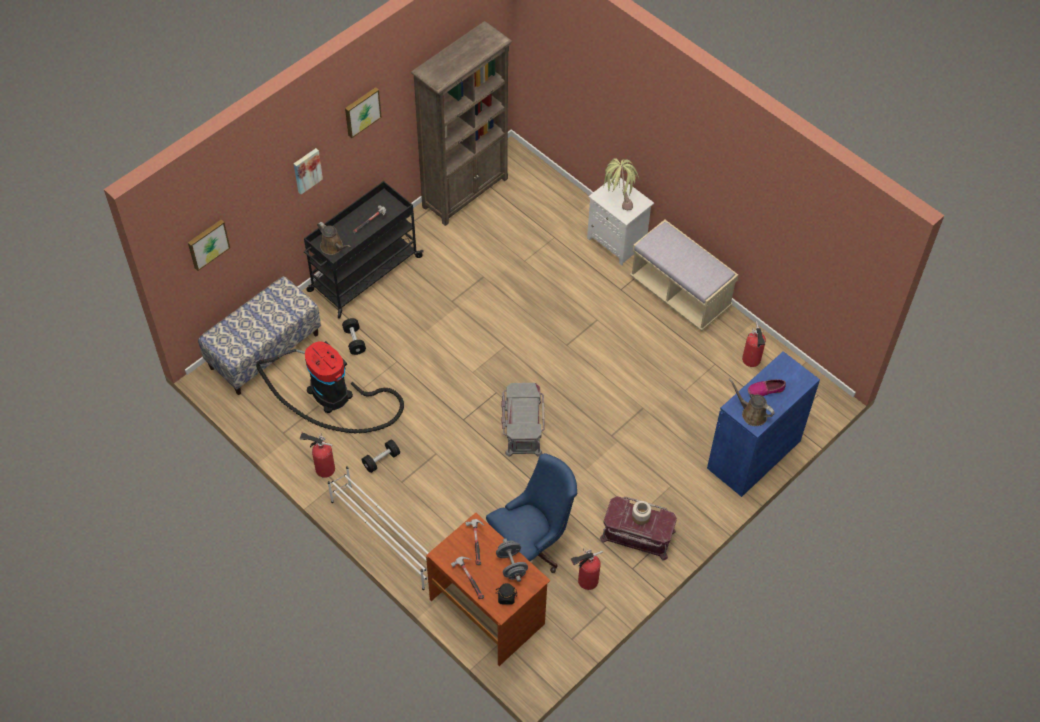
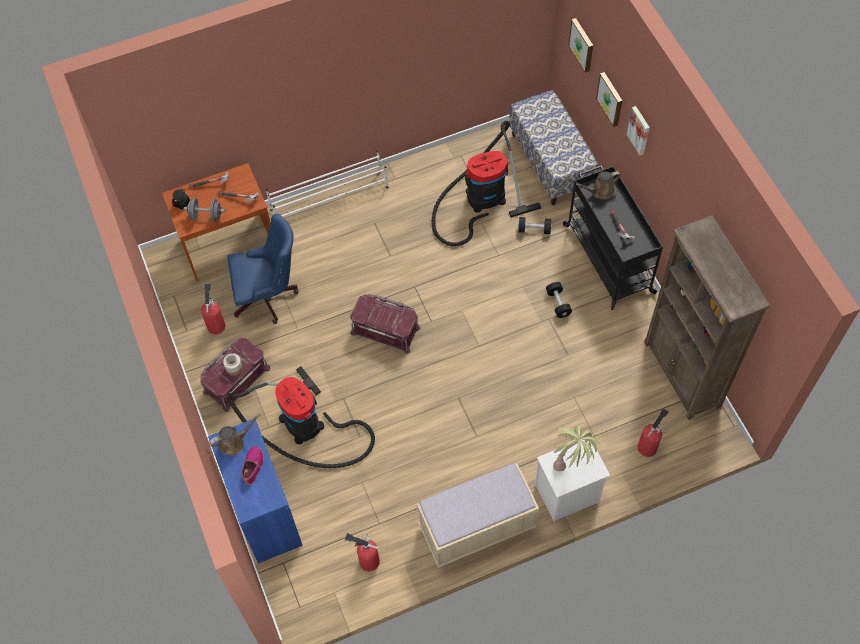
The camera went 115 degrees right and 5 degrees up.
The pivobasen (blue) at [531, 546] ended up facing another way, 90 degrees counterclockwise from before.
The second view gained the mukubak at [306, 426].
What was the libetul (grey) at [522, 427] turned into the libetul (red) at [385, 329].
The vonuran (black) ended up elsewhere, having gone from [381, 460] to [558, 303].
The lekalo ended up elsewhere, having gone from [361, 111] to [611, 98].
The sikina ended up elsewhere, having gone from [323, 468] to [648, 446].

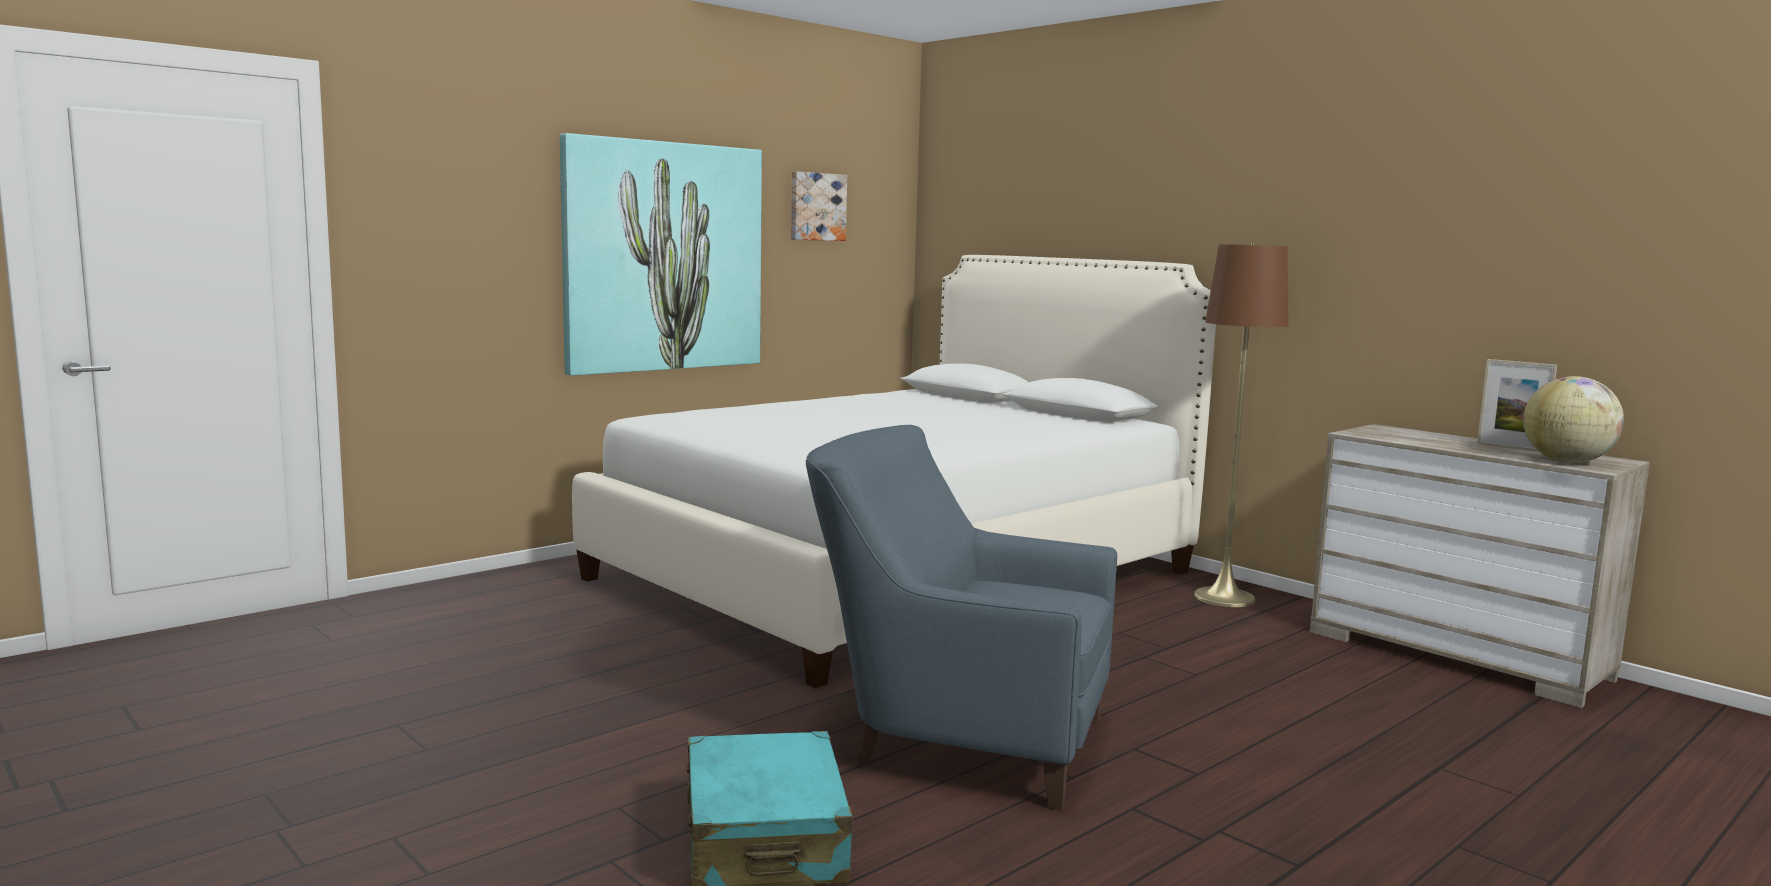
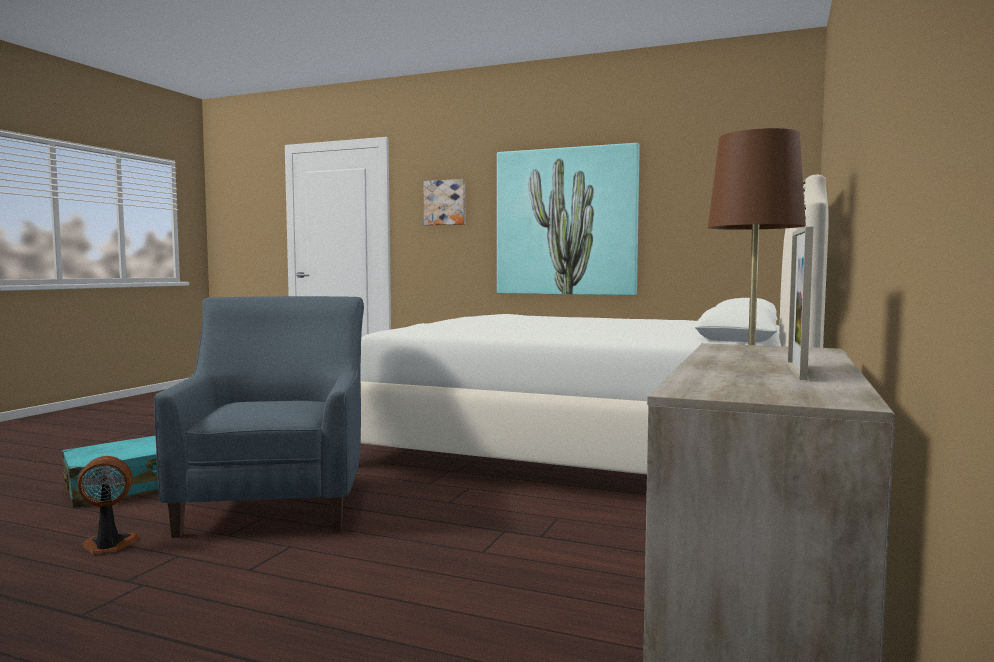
The camera went 65 degrees right and 5 degrees down.
The second view gained the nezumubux at [109, 546].
The lekalo ended up elsewhere, having gone from [816, 206] to [445, 202].
The second view lost the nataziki at [1567, 462].

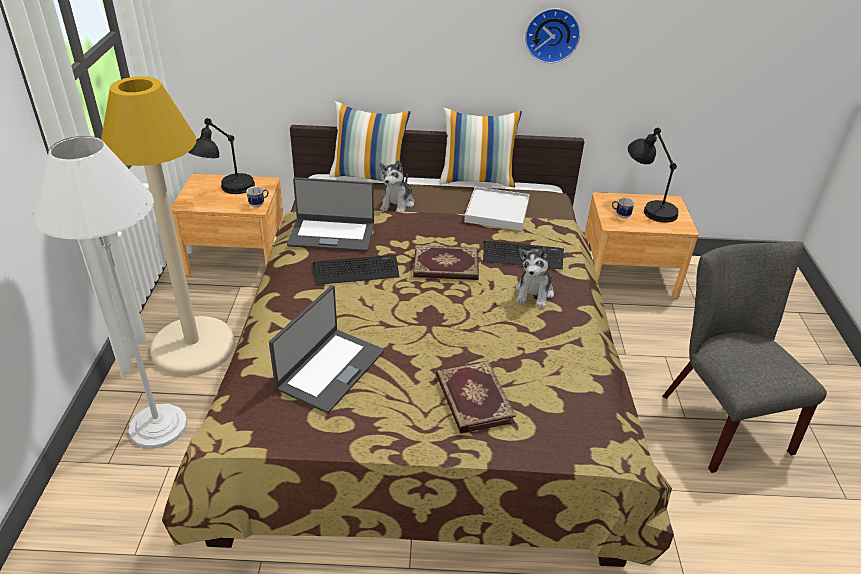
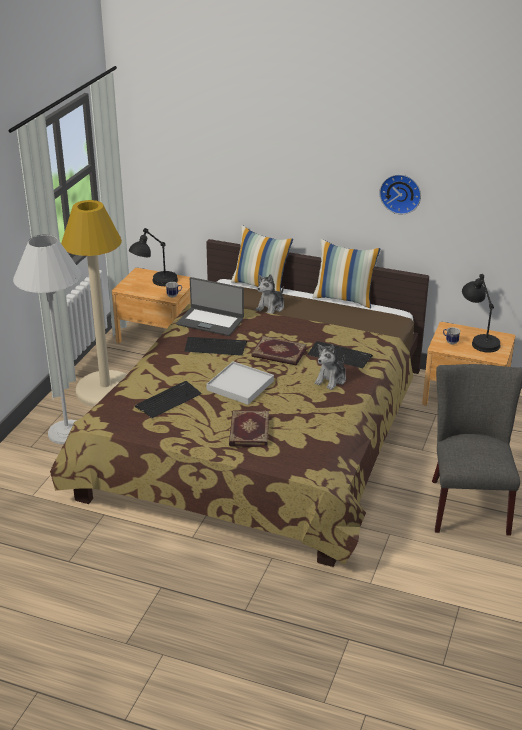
The camera went 20 degrees right and 5 degrees down.
Where the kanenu stood at [330, 369], the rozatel came to stand at [168, 400].
The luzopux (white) ended up elsewhere, having gone from [497, 211] to [240, 385].

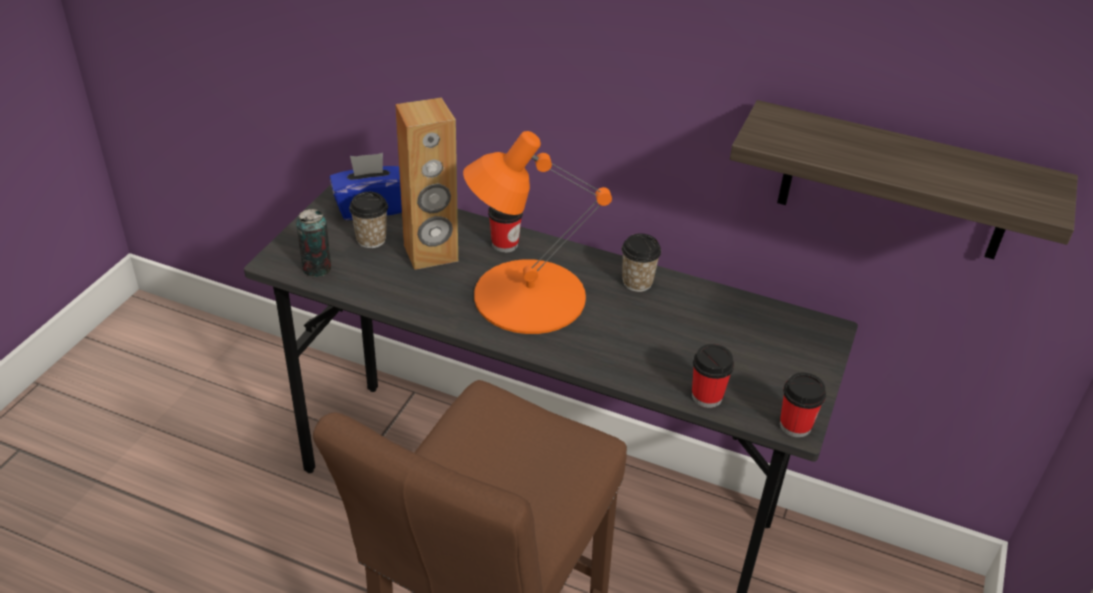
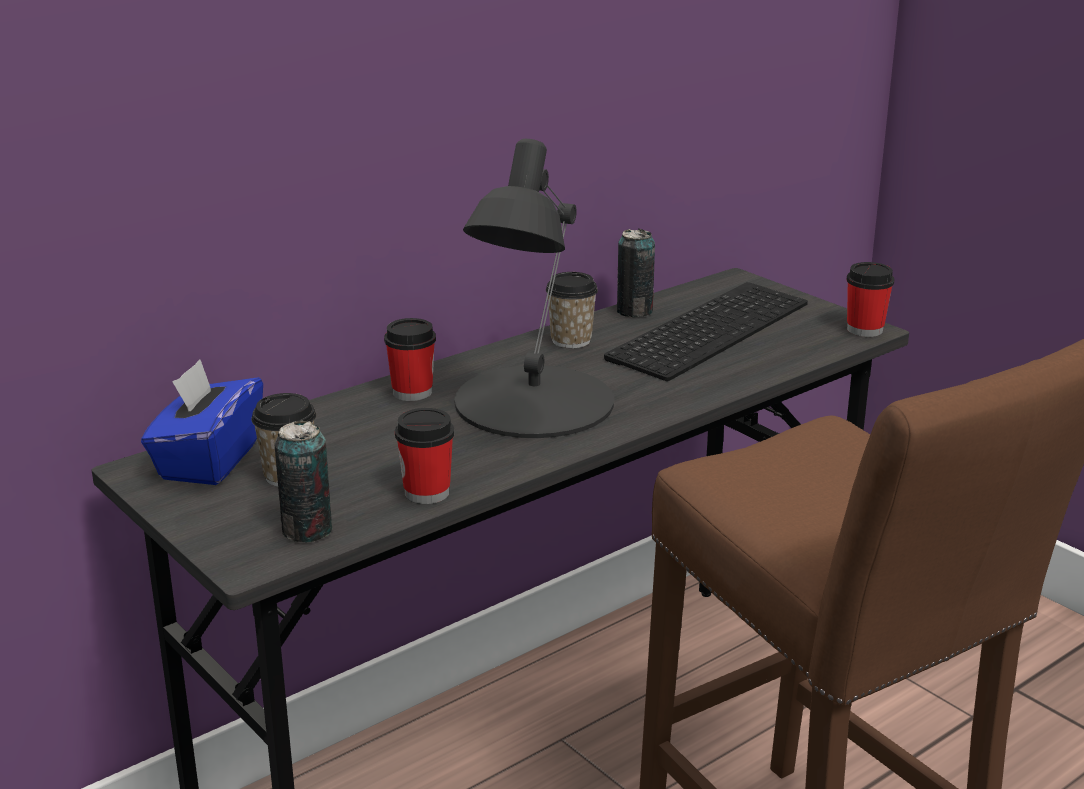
The camera went 60 degrees left and 15 degrees down.
The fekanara ended up elsewhere, having gone from [707, 396] to [427, 492].
What was the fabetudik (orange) at [527, 296] turned into the fabetudik (black) at [532, 403].
The second view gained the rozatel at [707, 328].
The second view gained the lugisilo at [634, 311].
The second view lost the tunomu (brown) at [431, 253].
The second view lost the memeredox at [896, 183].

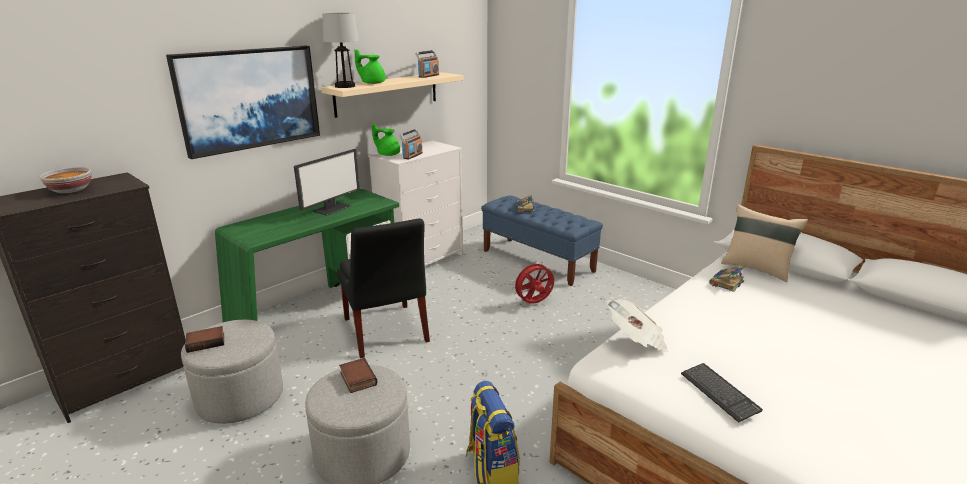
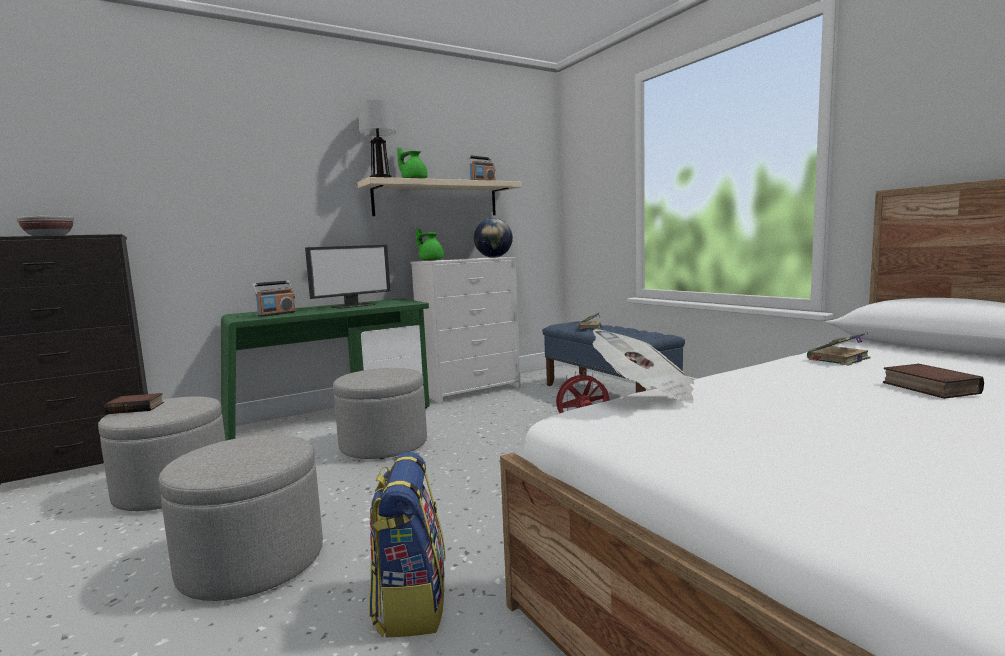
The camera went 15 degrees right and 15 degrees down.
The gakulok ended up elsewhere, having gone from [412, 156] to [276, 314].
Where the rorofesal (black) stood at [385, 332], the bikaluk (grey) came to stand at [383, 445].
The second view gained the nataziki at [494, 257].
The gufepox ended up elsewhere, having gone from [356, 378] to [927, 388].
The second view lost the lekalo at [249, 99].
The second view lost the rozatel at [719, 393].
The second view lost the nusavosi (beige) at [756, 268].

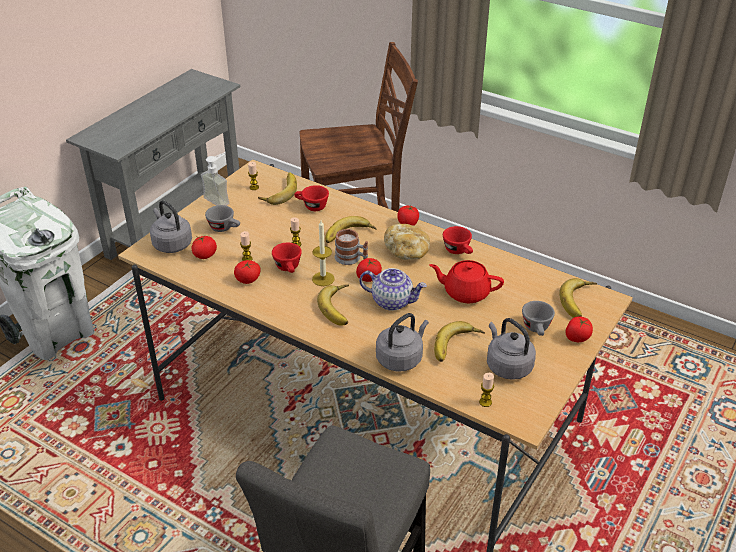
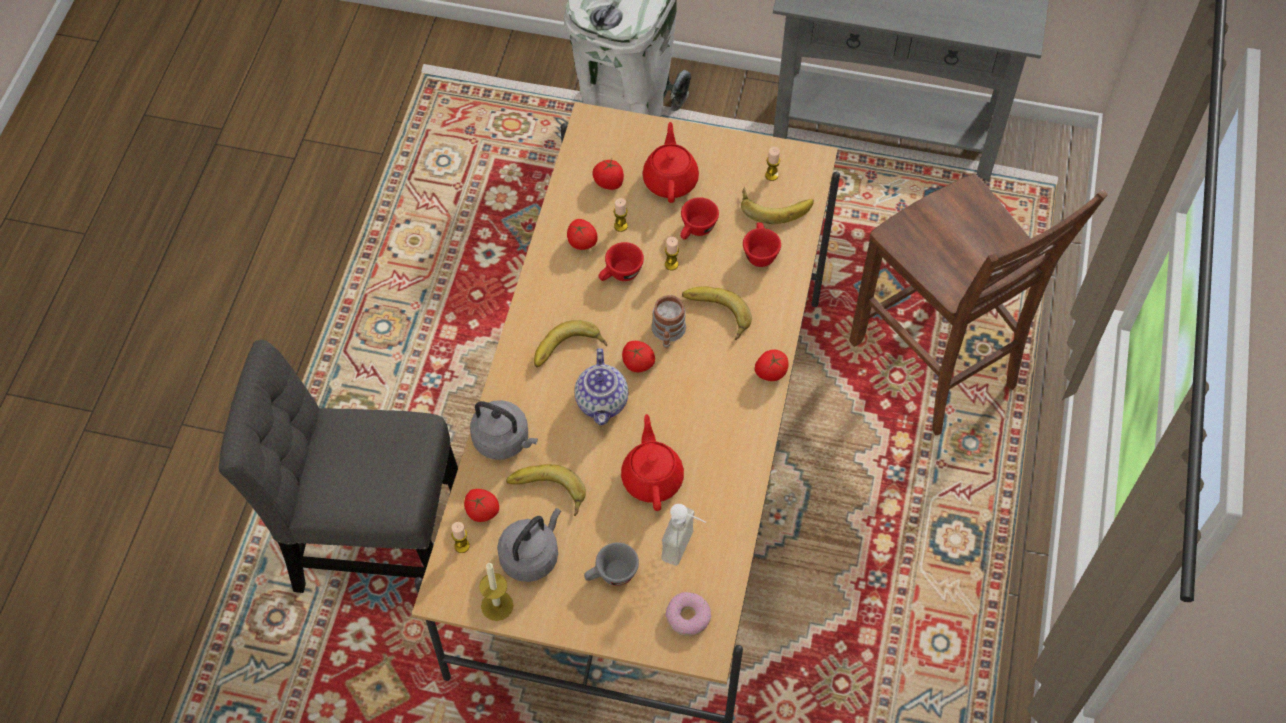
The camera went 70 degrees right and 20 degrees up.
The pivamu ended up elsewhere, having gone from [577, 337] to [481, 511].
The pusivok ended up elsewhere, having gone from [323, 279] to [497, 605].
Where the fekanara (grey) stood at [225, 228], the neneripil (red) came to stand at [670, 180].
The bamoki ended up elsewhere, having gone from [221, 198] to [686, 548].
Where the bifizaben stood at [580, 302], the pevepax came to stand at [688, 617].
The fekanara (red) ended up elsewhere, having gone from [459, 251] to [696, 230].
The second view lost the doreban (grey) at [171, 244].
The second view lost the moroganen at [407, 251].

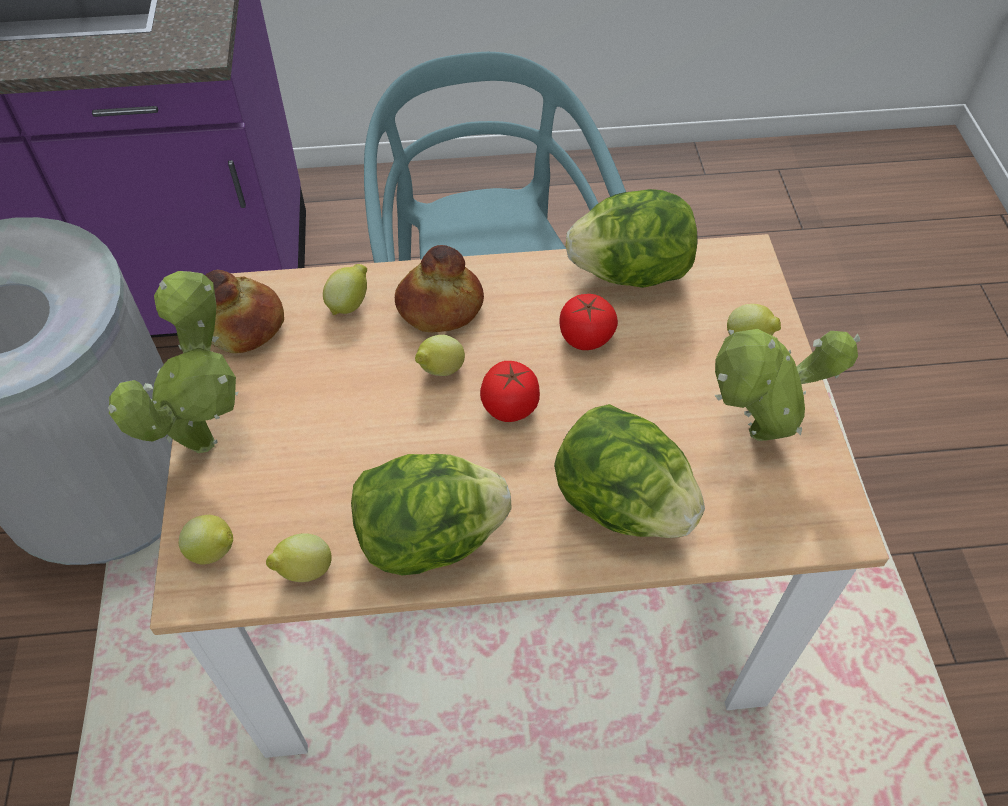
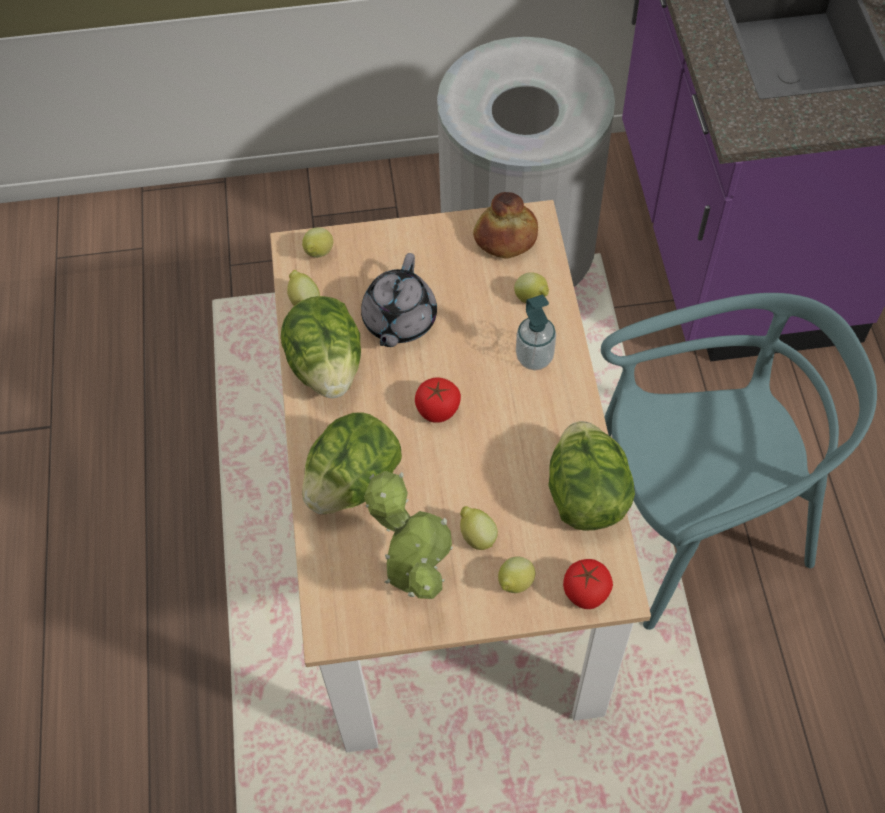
The camera went 90 degrees right and 5 degrees up.
The second view gained the neneripil (grey) at [399, 321].
The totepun ended up elsewhere, having gone from [440, 371] to [477, 536].
Where the moroganen stood at [439, 306], the bamoki came to stand at [534, 357].
The pivamu ended up elsewhere, having gone from [586, 337] to [585, 591].
The second view lost the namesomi at [206, 435].

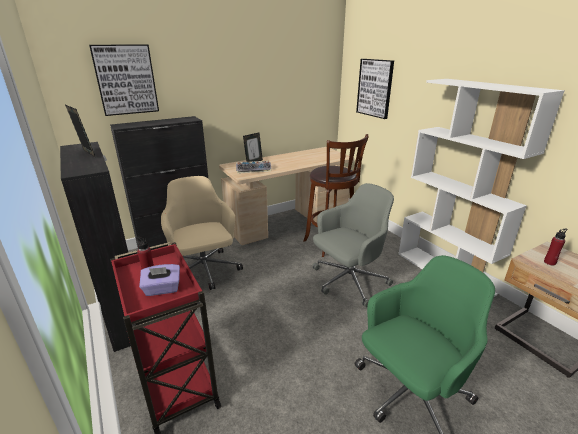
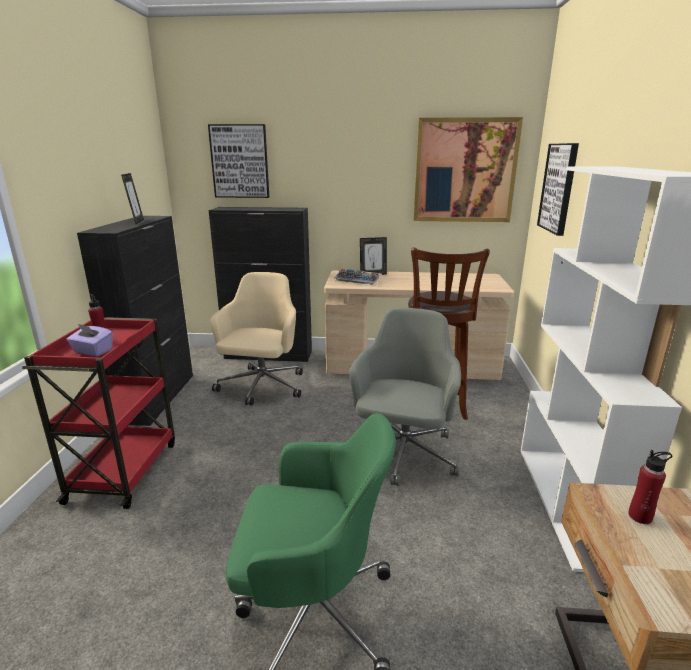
The camera went 35 degrees right and 5 degrees down.
The pivobasen (grey) at [348, 281] ended up facing another way, 75 degrees counterclockwise from before.
The second view gained the lekalo at [465, 171].

